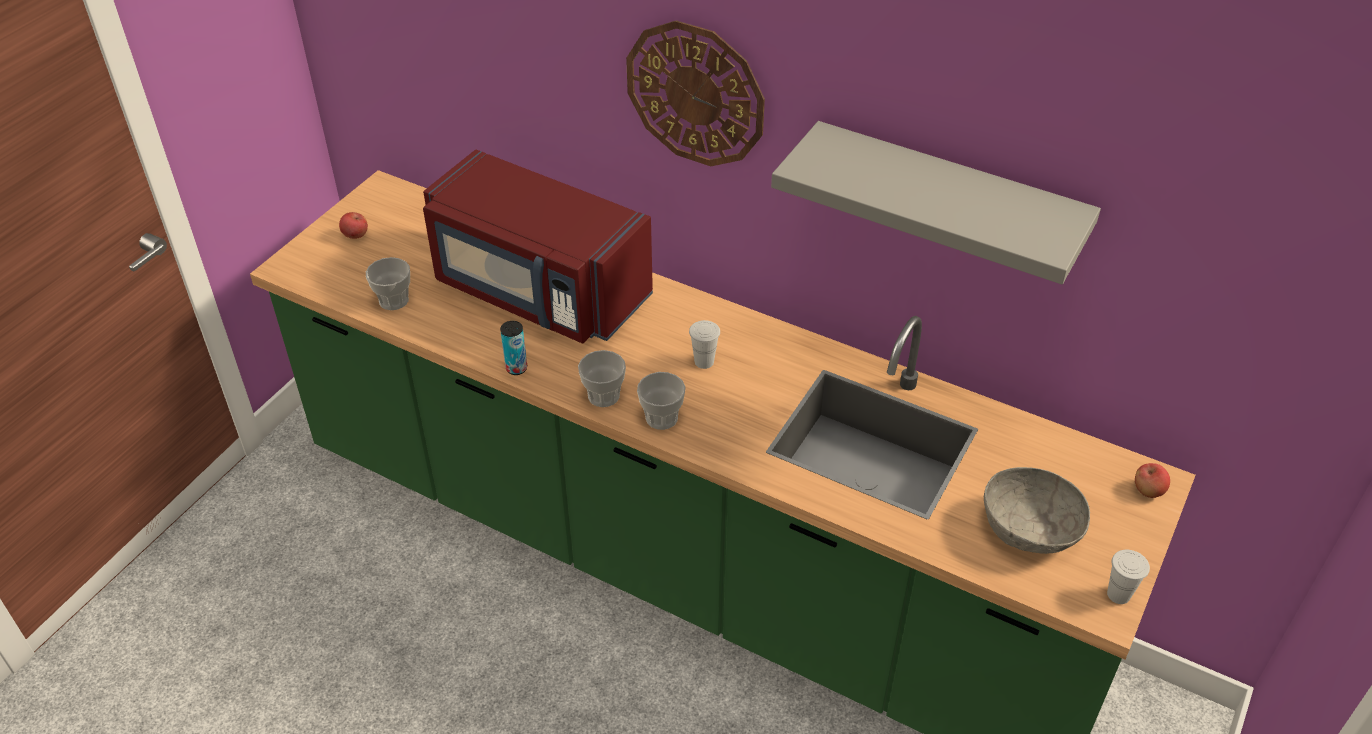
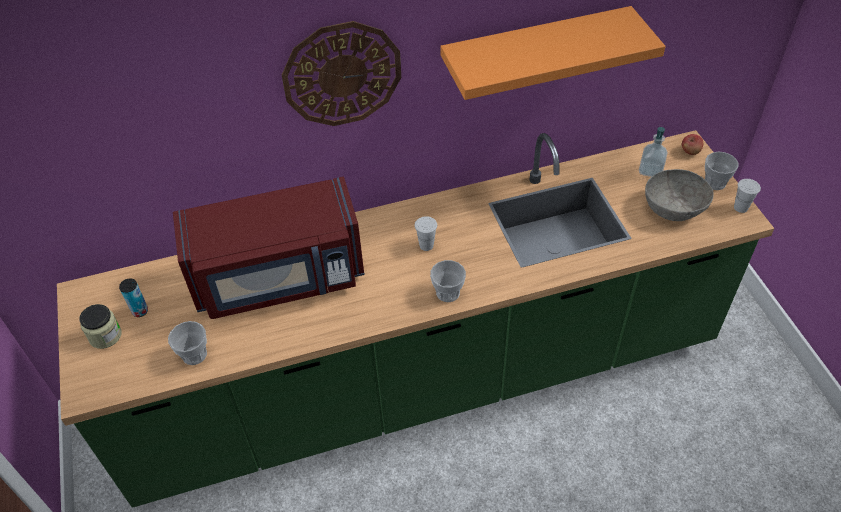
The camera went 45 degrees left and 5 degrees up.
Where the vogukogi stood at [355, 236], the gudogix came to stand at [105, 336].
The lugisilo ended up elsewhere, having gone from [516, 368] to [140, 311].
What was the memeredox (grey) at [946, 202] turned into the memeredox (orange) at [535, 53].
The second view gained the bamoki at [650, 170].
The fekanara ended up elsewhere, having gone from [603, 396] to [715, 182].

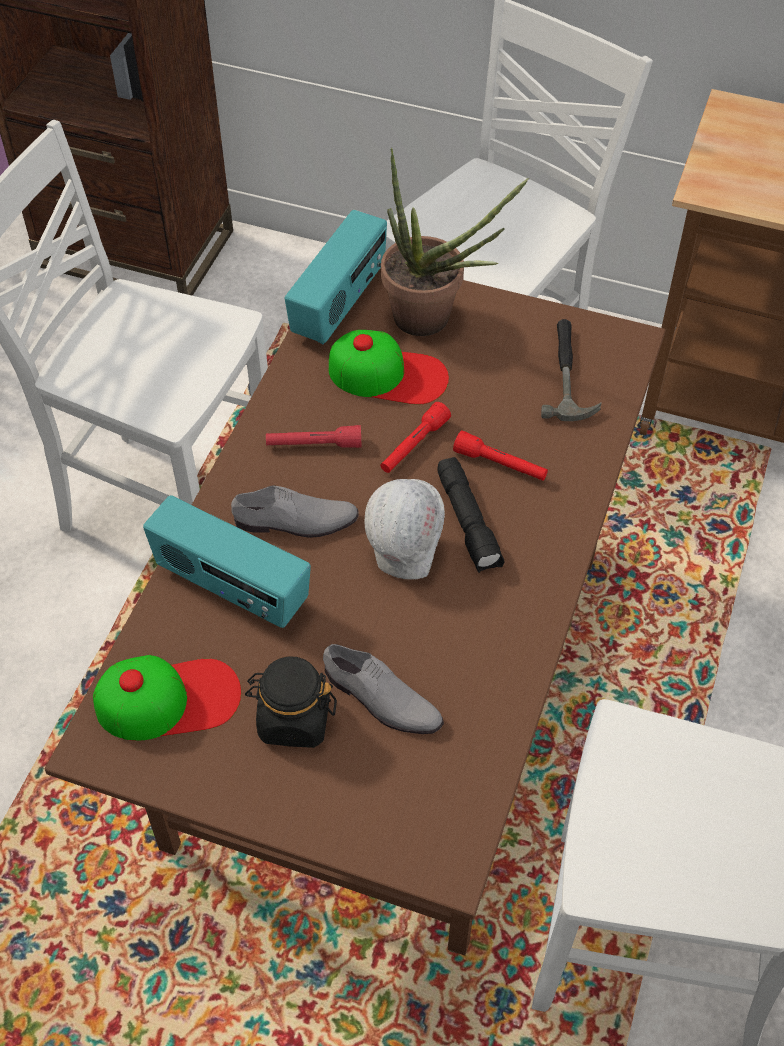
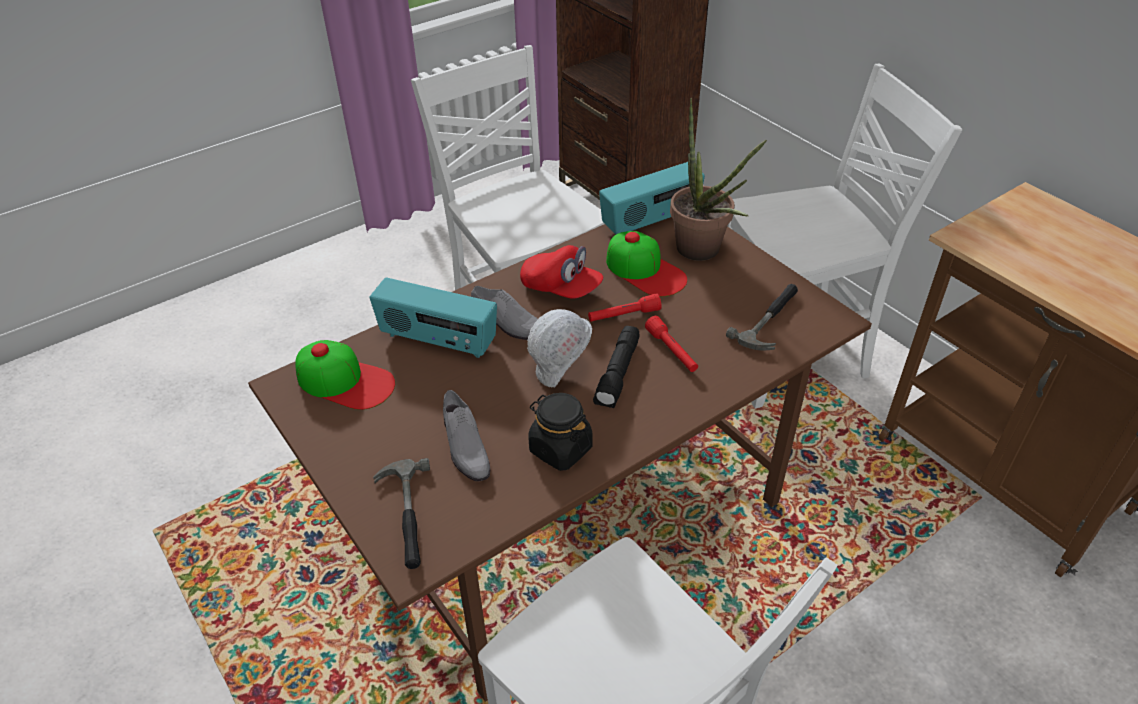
The camera went 35 degrees right and 10 degrees down.
The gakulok at [231, 588] ended up facing another way, 45 degrees counterclockwise from before.
The second view gained the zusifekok at [406, 516].
Where the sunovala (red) stood at [314, 445], the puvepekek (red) came to stand at [561, 288].
The gudogix (black) ended up elsewhere, having gone from [293, 719] to [560, 449].

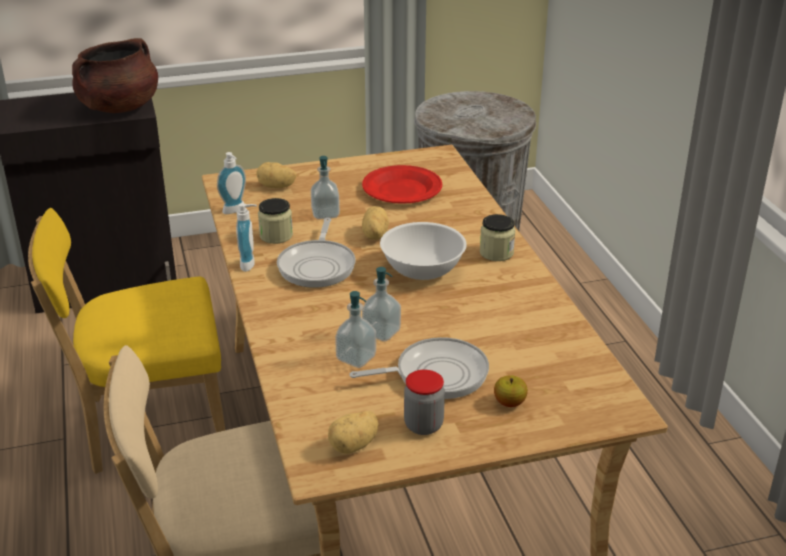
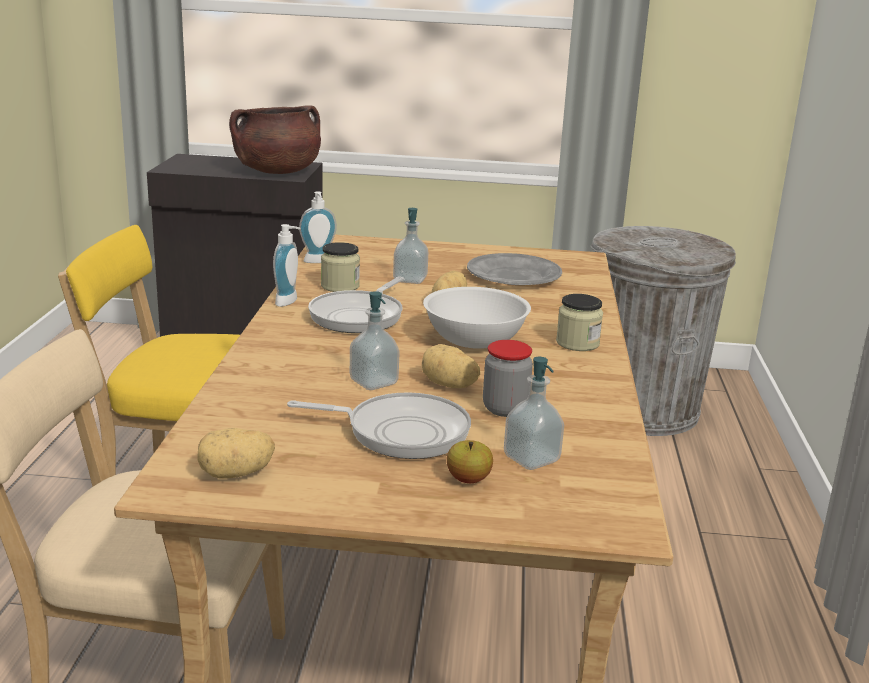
The camera went 20 degrees right and 10 degrees down.
The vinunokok ended up elsewhere, having gone from [276, 187] to [448, 385].
What was the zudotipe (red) at [401, 189] turned into the zudotipe (grey) at [513, 275].
The gudogix ended up elsewhere, having gone from [423, 425] to [505, 409].
The bamoki ended up elsewhere, having gone from [356, 358] to [531, 459].

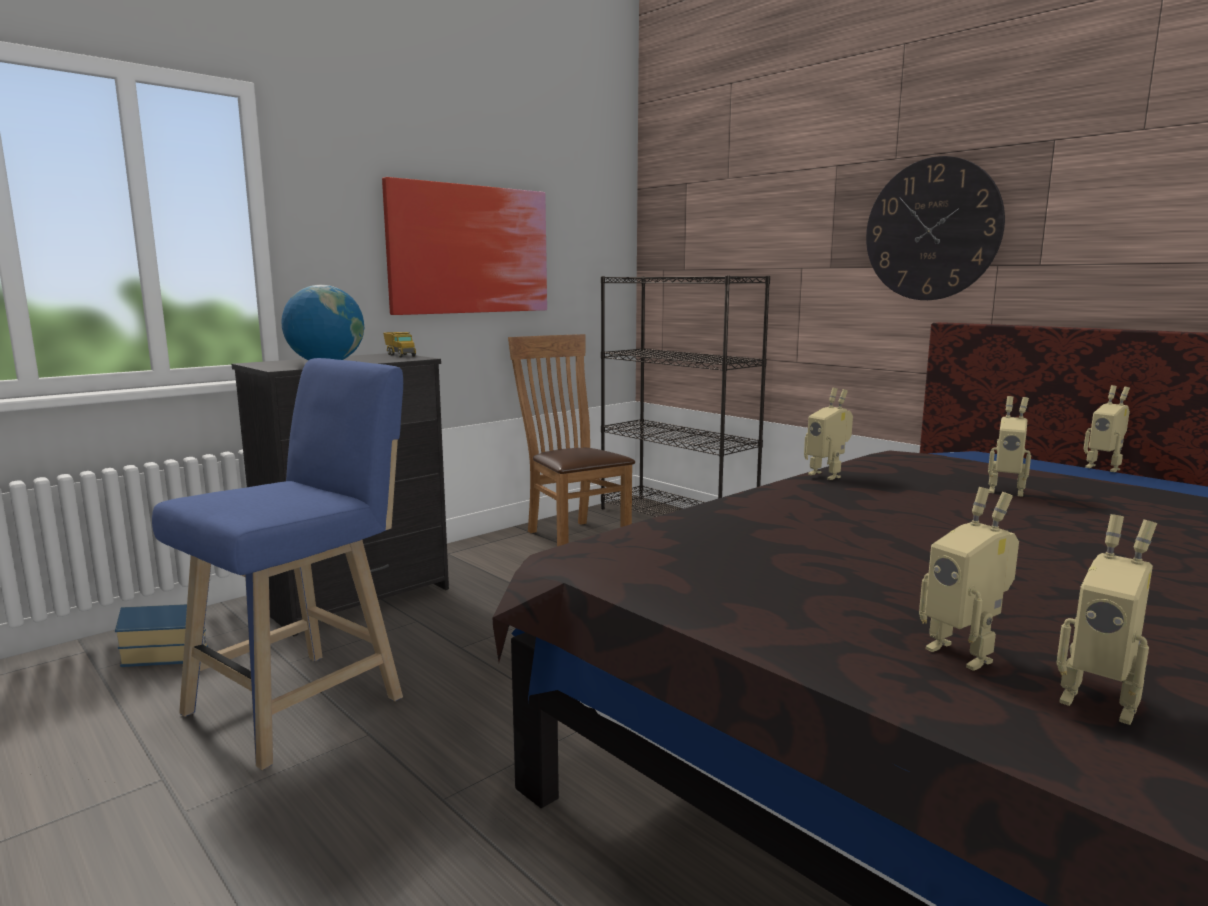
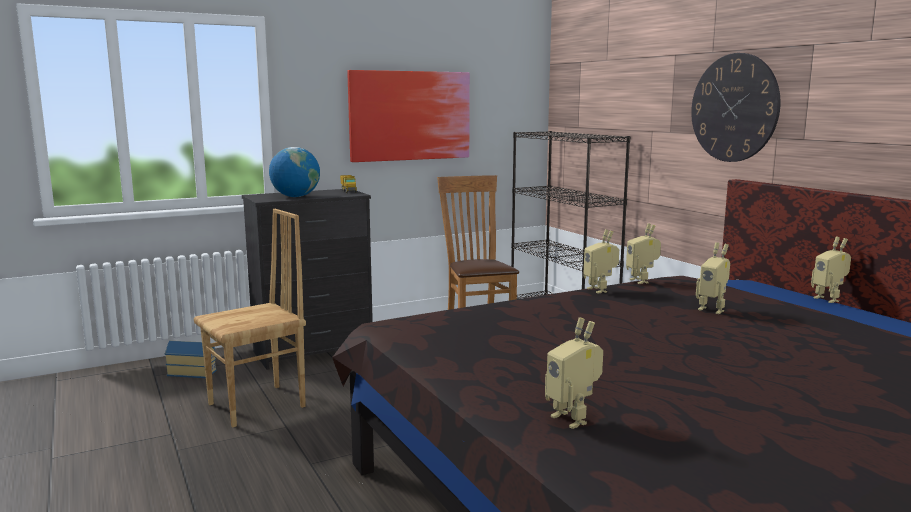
The camera went 15 degrees right and 0 degrees up.
Where the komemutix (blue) stood at [305, 701], the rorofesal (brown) came to stand at [258, 405].
The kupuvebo ended up elsewhere, having gone from [964, 652] to [642, 281].

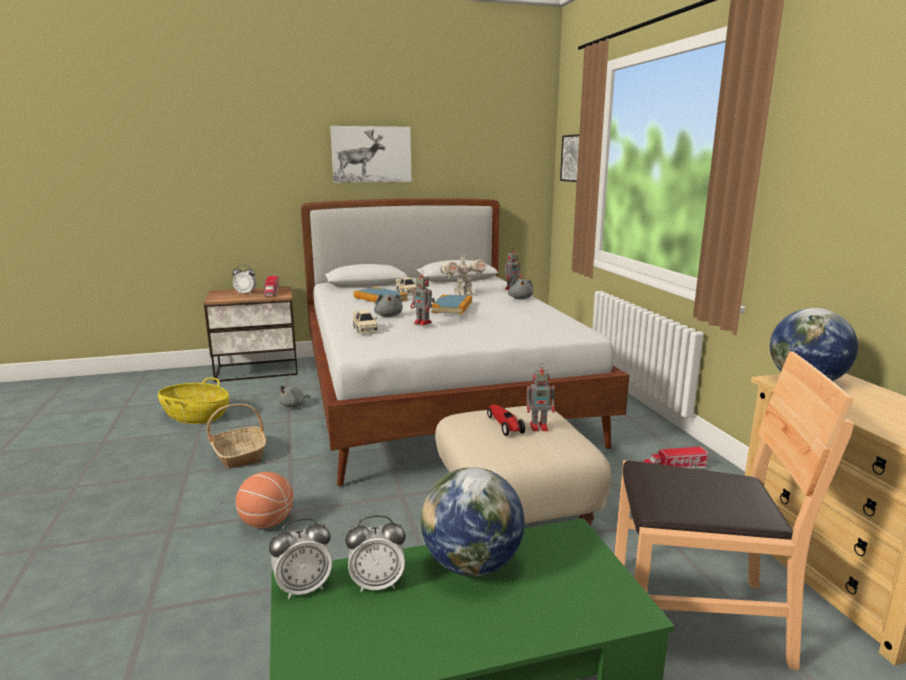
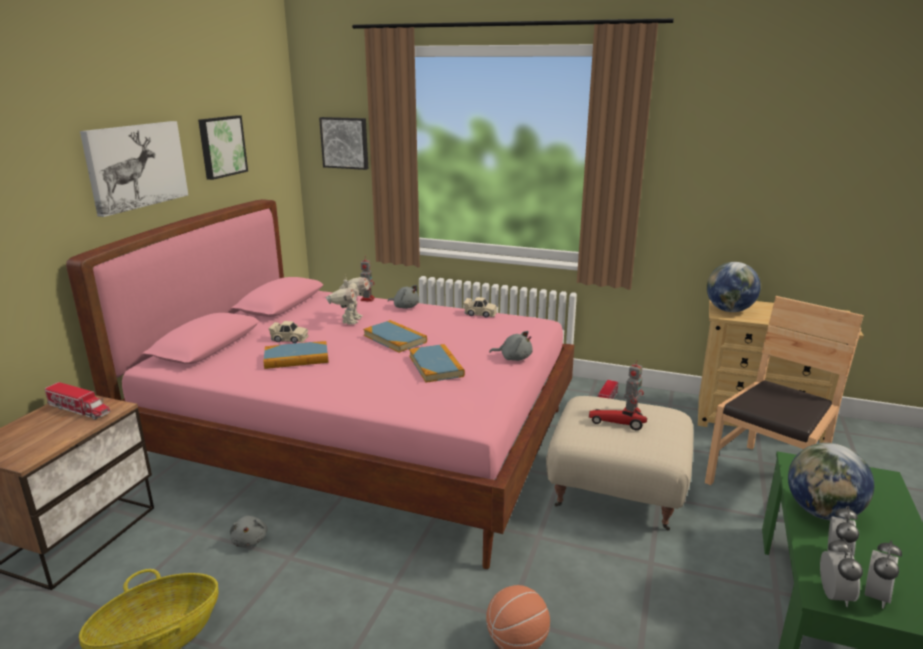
The camera went 55 degrees left and 5 degrees up.
What was the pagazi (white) at [437, 397] turned into the pagazi (pink) at [363, 442].
The second view gained the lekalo at [221, 146].
Where the kupuvebo stood at [423, 323], the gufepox came to stand at [436, 366].
The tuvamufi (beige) ended up elsewhere, having gone from [365, 329] to [480, 314].
The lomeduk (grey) ended up elsewhere, having gone from [388, 316] to [514, 358].
The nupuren ended up elsewhere, having gone from [246, 293] to [875, 596].
The second view lost the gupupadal at [240, 454].

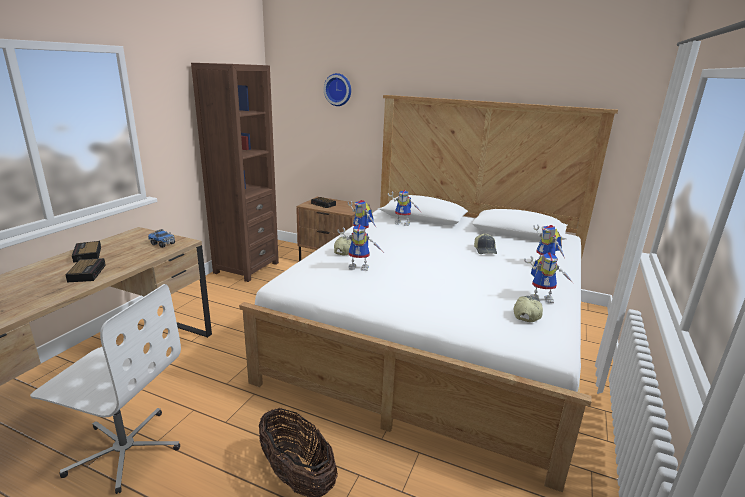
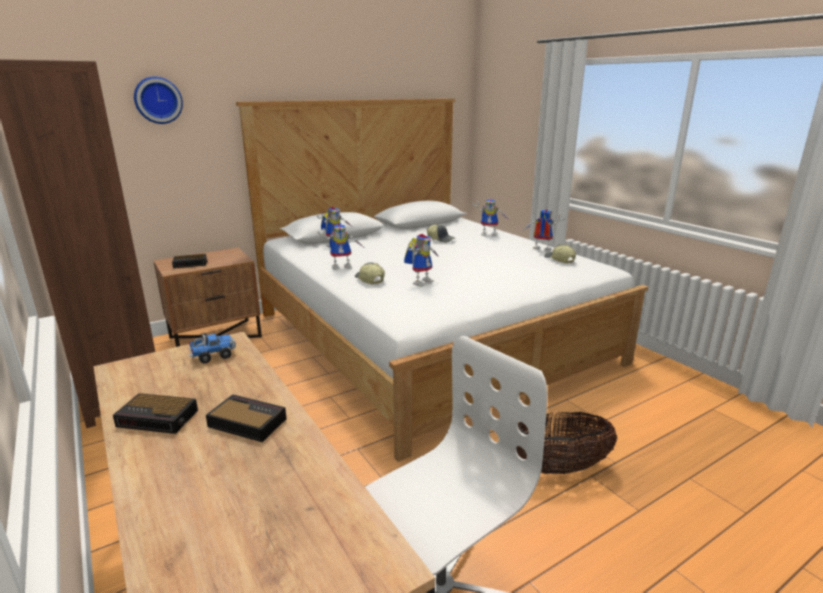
The camera went 55 degrees left and 0 degrees up.
The kupuvebo at [542, 298] ended up facing another way, 105 degrees counterclockwise from before.

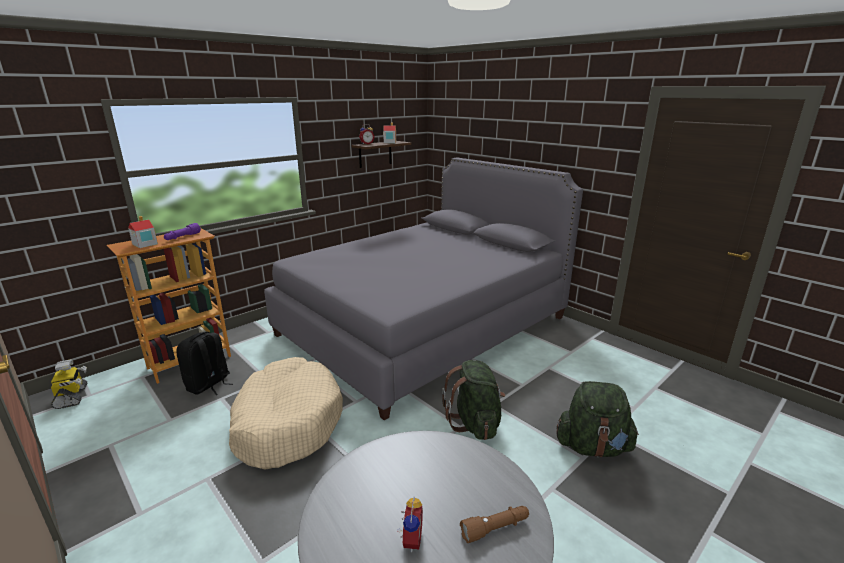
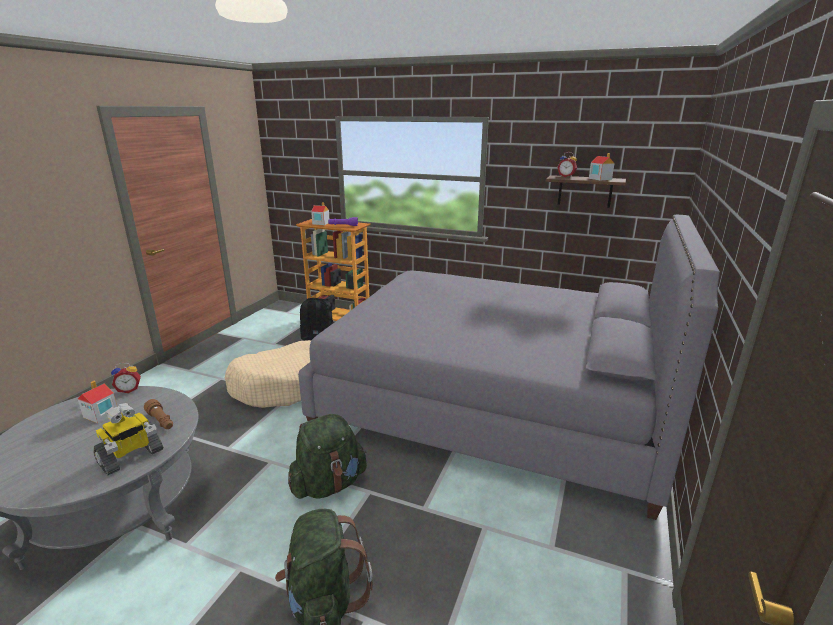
The camera went 65 degrees right and 0 degrees up.
The second view gained the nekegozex at [100, 415].
The kupuvebo ended up elsewhere, having gone from [72, 397] to [131, 457].
The nupuren ended up elsewhere, having gone from [410, 540] to [129, 389].
The sunovala (brown) ended up elsewhere, having gone from [495, 528] to [161, 421].

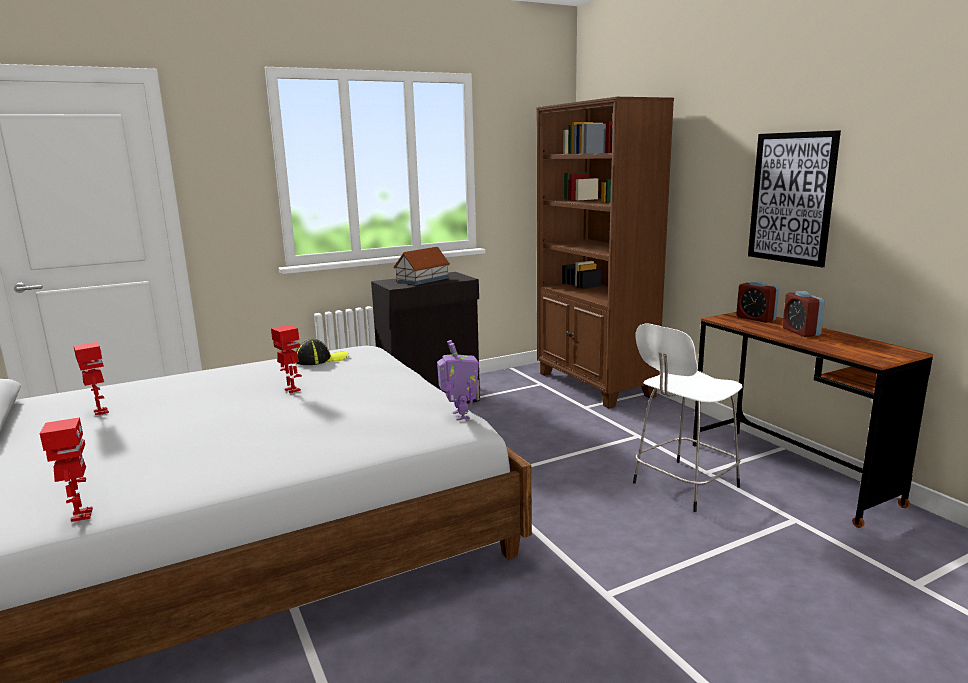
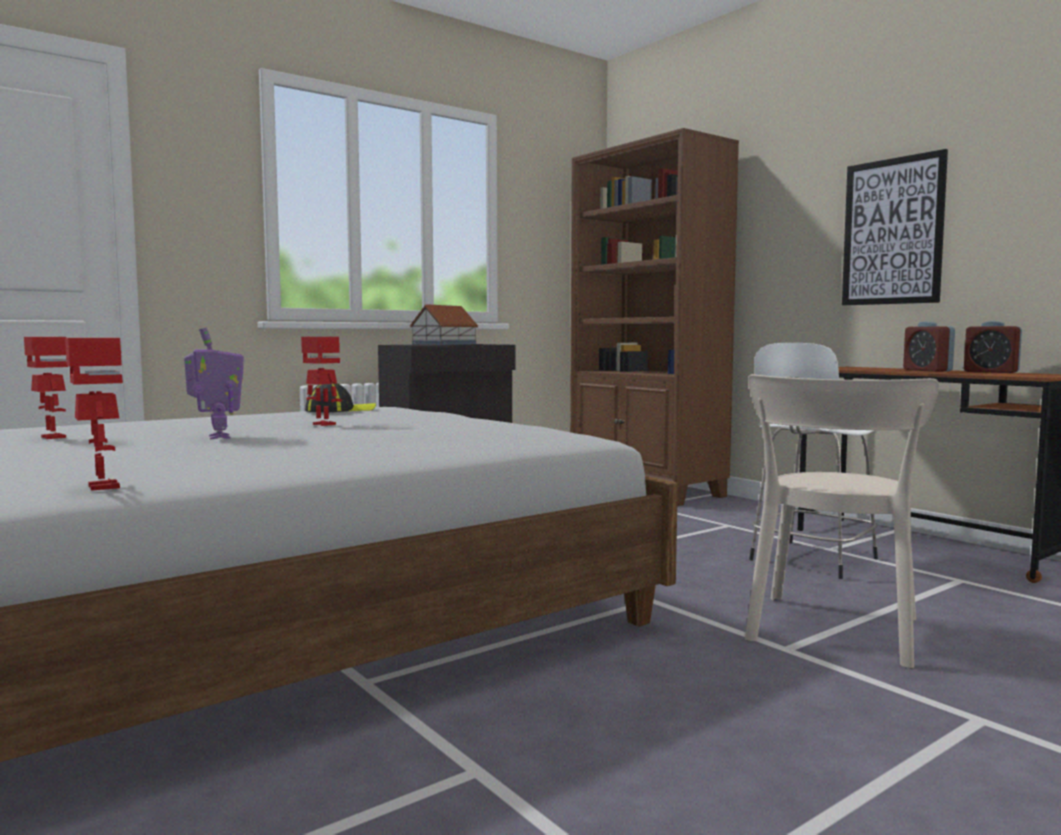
The camera went 10 degrees left and 10 degrees down.
The kupuvebo ended up elsewhere, having gone from [459, 416] to [217, 437].
The second view gained the rorofesal (beige) at [832, 632].
The nupuren ended up elsewhere, having gone from [755, 319] to [991, 372].

